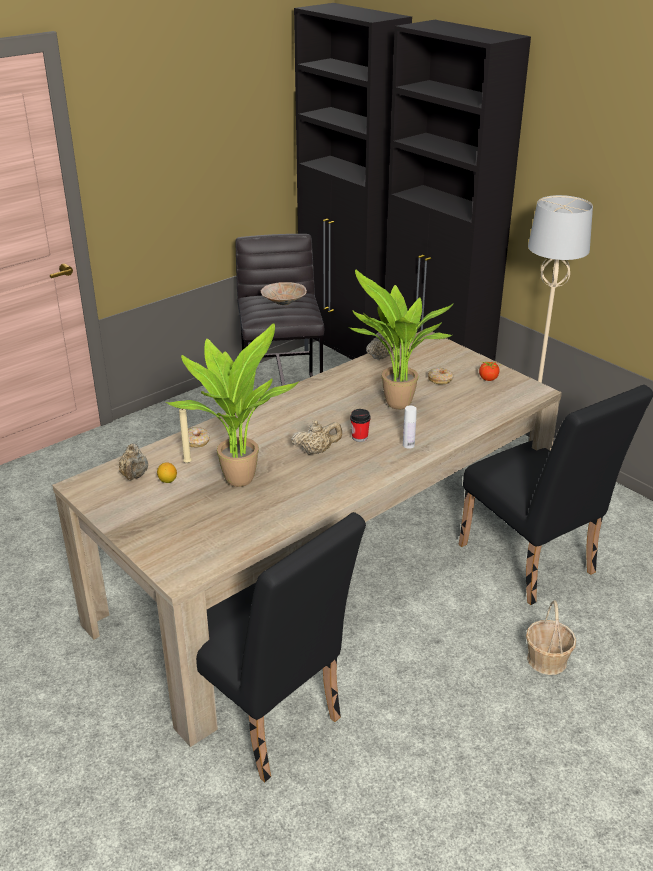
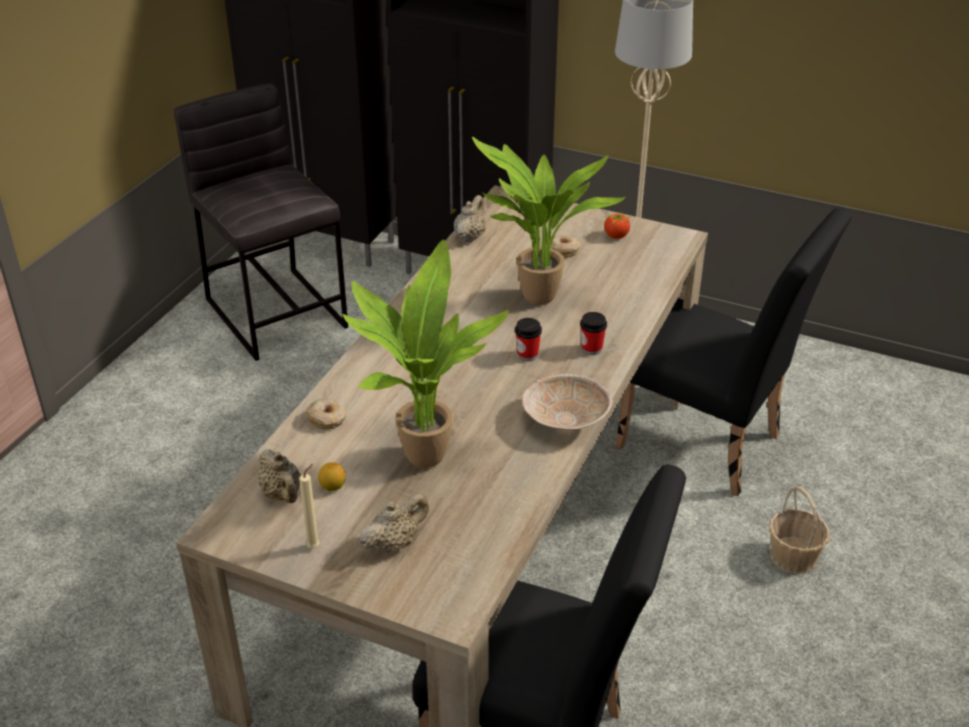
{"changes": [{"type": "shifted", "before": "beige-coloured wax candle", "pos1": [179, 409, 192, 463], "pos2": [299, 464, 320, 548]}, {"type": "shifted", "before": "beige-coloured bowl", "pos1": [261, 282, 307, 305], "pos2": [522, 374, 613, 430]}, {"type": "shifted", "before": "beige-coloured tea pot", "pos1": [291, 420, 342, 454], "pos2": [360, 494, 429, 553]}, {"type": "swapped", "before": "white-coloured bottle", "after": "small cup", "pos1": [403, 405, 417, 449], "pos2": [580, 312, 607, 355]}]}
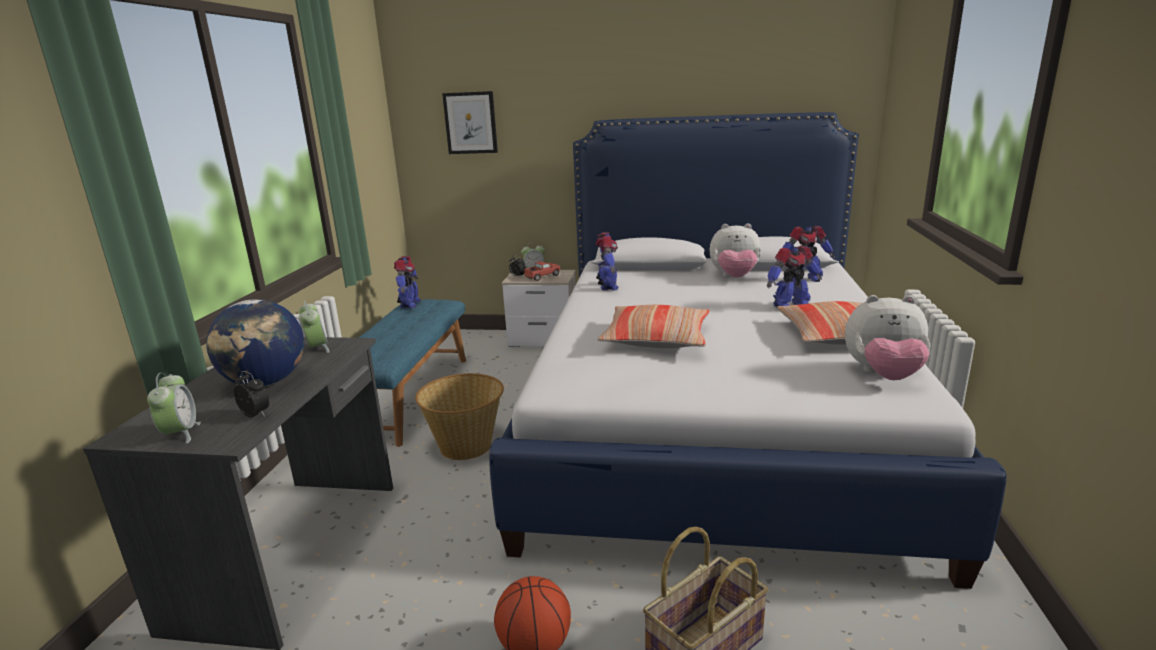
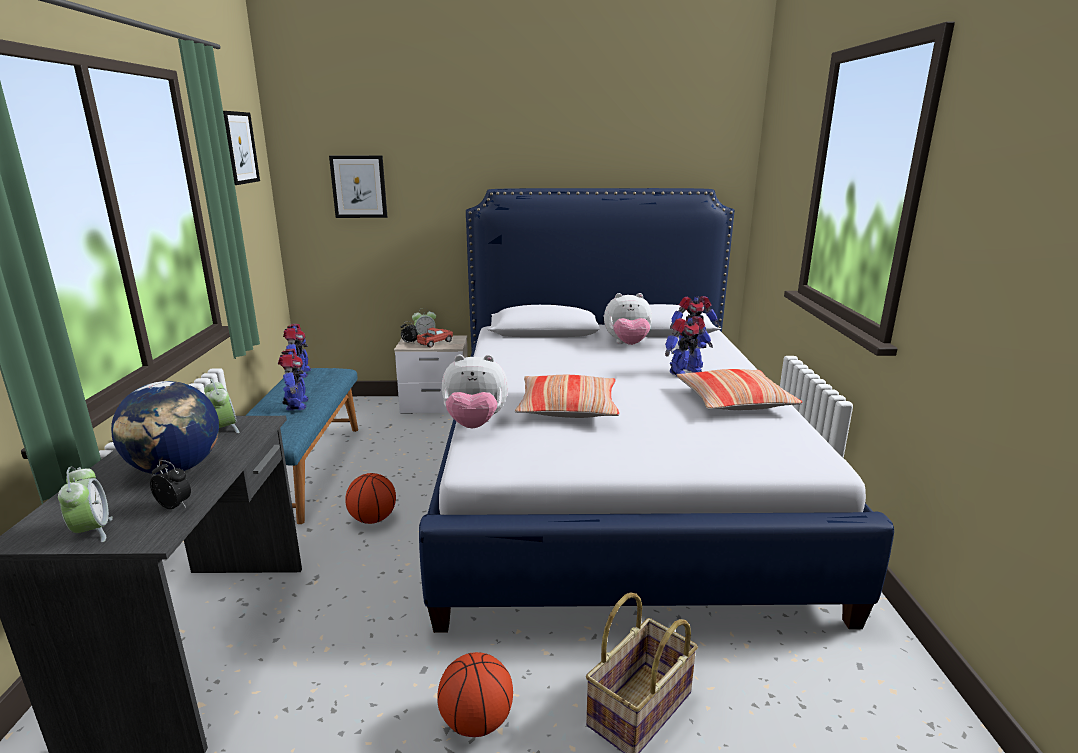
{"changes": [{"type": "swapped", "before": "household basket", "after": "basketball ball", "pos1": [415, 373, 504, 460], "pos2": [345, 473, 396, 524]}, {"type": "shifted", "before": "toy robot", "pos1": [595, 232, 619, 291], "pos2": [278, 349, 308, 411]}, {"type": "shifted", "before": "plush toy", "pos1": [845, 295, 931, 380], "pos2": [442, 355, 508, 428]}, {"type": "new", "after": "wall art", "pos2": [223, 111, 260, 185]}]}
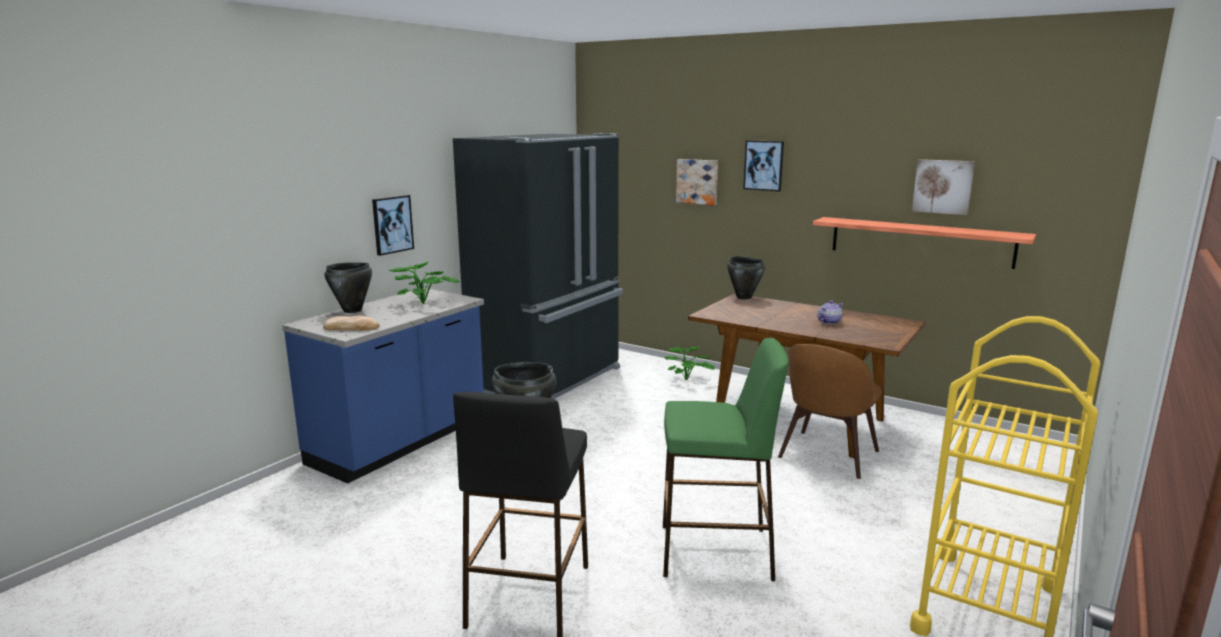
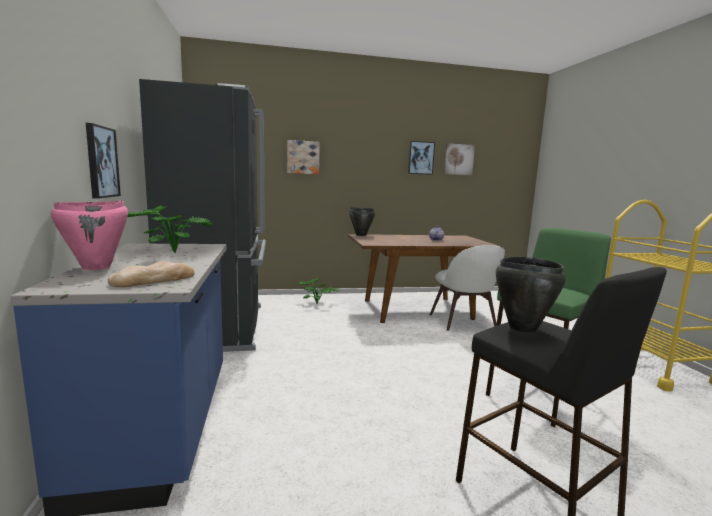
{"changes": [{"type": "repainted", "before": "black saucepot", "after": "pink saucepot", "pos1": [325, 263, 372, 313], "pos2": [51, 200, 128, 270]}, {"type": "shifted", "before": "wall art", "pos1": [743, 140, 784, 191], "pos2": [408, 141, 435, 175]}, {"type": "repainted", "before": "brown-coloured chair", "after": "white-coloured chair", "pos1": [778, 344, 882, 479], "pos2": [430, 245, 505, 331]}, {"type": "gone", "before": "wall shelf", "pos1": [813, 217, 1036, 269]}]}
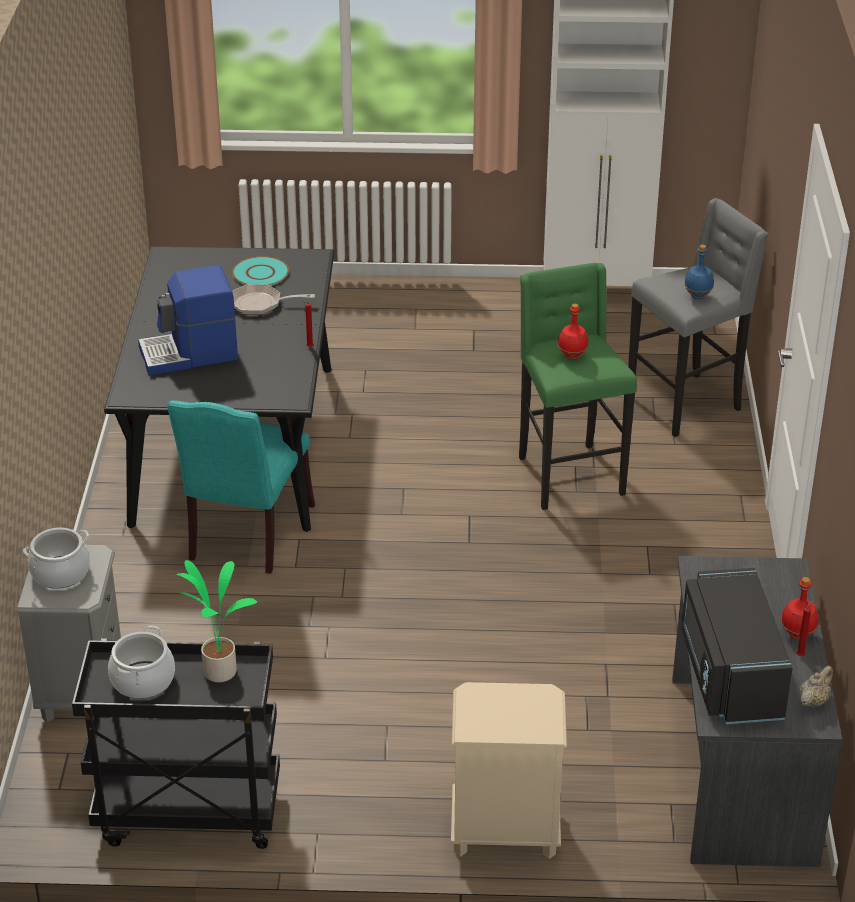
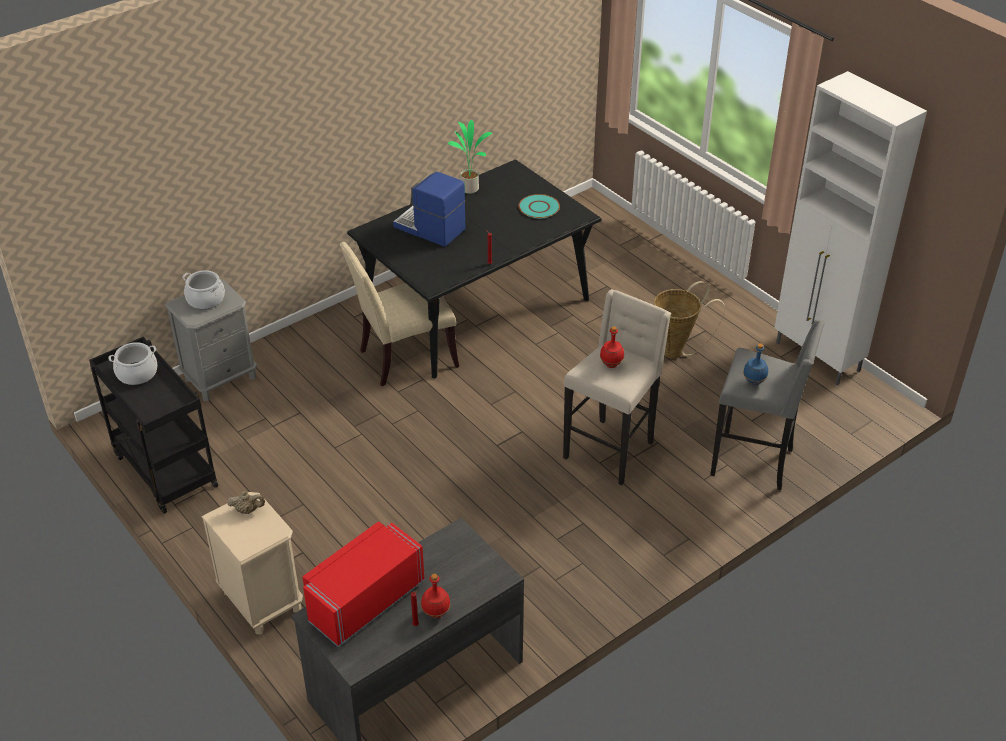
{"changes": [{"type": "repainted", "before": "turquoise-coloured chair", "after": "beige-coloured chair", "pos1": [167, 400, 315, 574], "pos2": [339, 242, 459, 386]}, {"type": "shifted", "before": "plant in a pot", "pos1": [175, 560, 257, 682], "pos2": [448, 120, 492, 194]}, {"type": "gone", "before": "pan", "pos1": [232, 284, 315, 315]}, {"type": "repainted", "before": "green-coloured stool seat", "after": "beige-coloured stool seat", "pos1": [519, 263, 637, 510], "pos2": [563, 289, 671, 485]}, {"type": "repainted", "before": "black microwave oven", "after": "reddish microwave oven", "pos1": [681, 568, 793, 724], "pos2": [302, 522, 425, 647]}, {"type": "shifted", "before": "beige-coloured tea pot", "pos1": [800, 666, 833, 708], "pos2": [227, 491, 265, 514]}, {"type": "new", "after": "household basket", "pos2": [654, 281, 725, 359]}]}
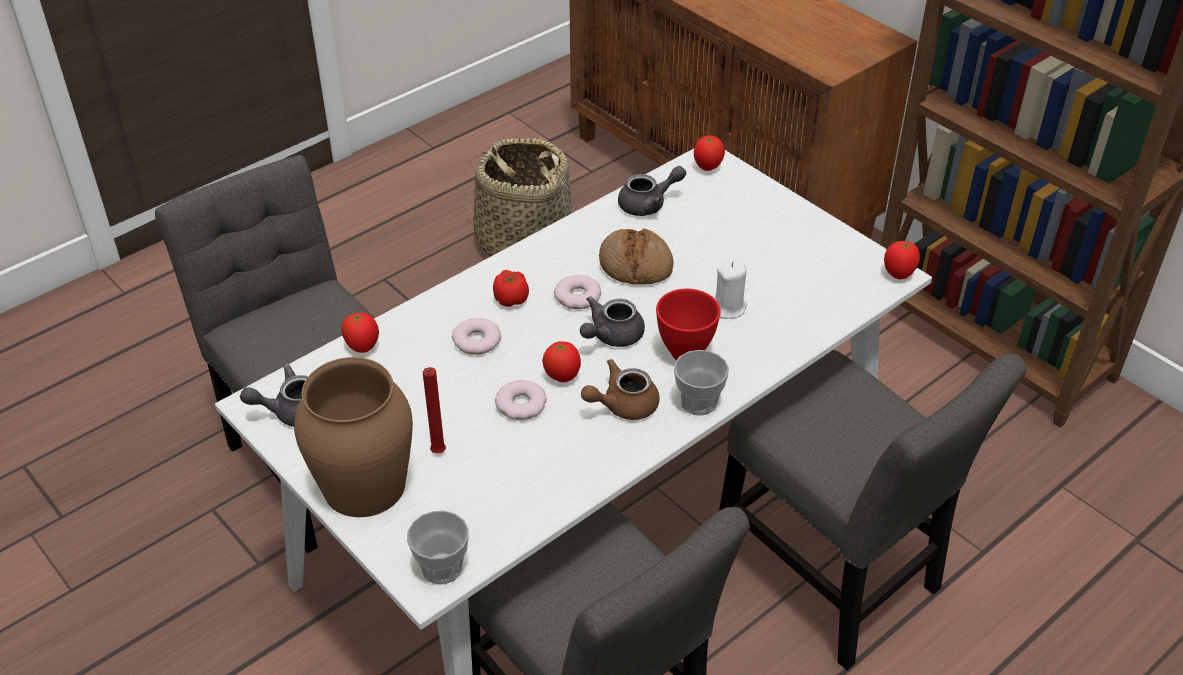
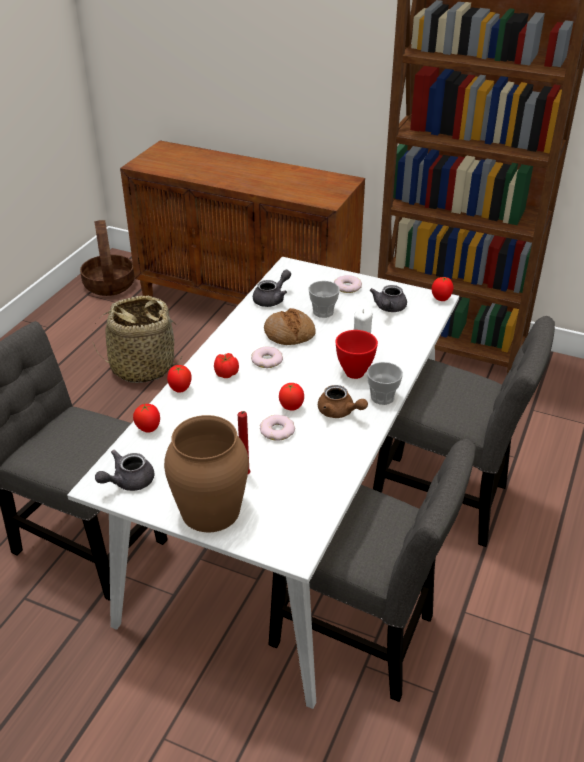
{"changes": [{"type": "shifted", "before": "small cup", "pos1": [407, 510, 469, 585], "pos2": [308, 281, 340, 318]}, {"type": "shifted", "before": "ring doughnut", "pos1": [452, 318, 501, 355], "pos2": [334, 275, 362, 293]}, {"type": "shifted", "before": "grey tea pot", "pos1": [580, 296, 645, 347], "pos2": [370, 285, 407, 312]}, {"type": "rotated", "before": "brown-coloured tea pot", "pos1": [581, 359, 660, 420], "pos2": [318, 385, 368, 418], "turn": -90}, {"type": "shifted", "before": "tomato", "pos1": [694, 135, 725, 171], "pos2": [167, 365, 192, 393]}, {"type": "new", "after": "household basket", "pos2": [80, 220, 135, 296]}]}
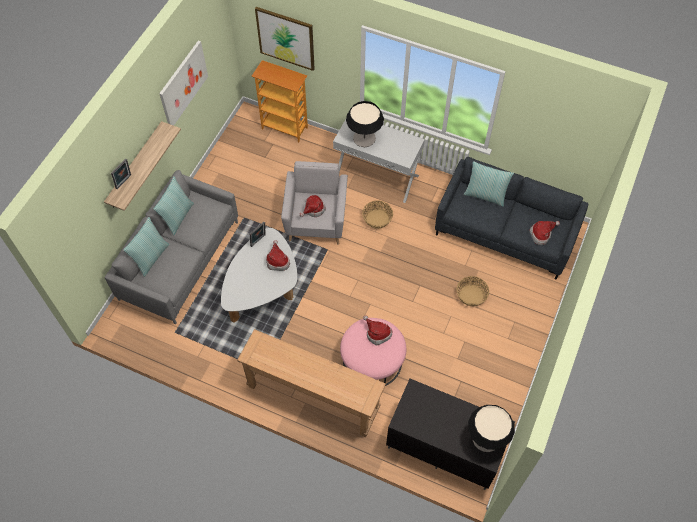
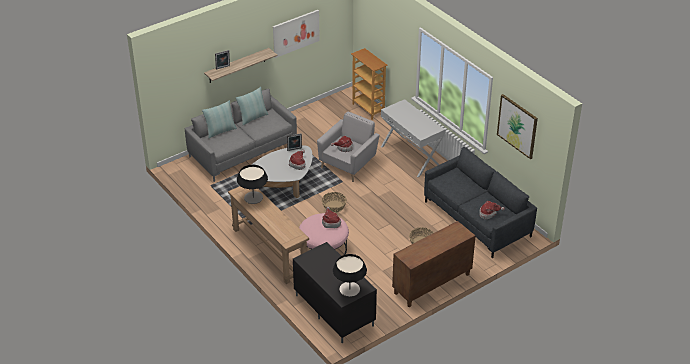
{"changes": [{"type": "shifted", "before": "wall art", "pos1": [255, 7, 315, 71], "pos2": [497, 94, 538, 159]}, {"type": "shifted", "before": "table lamp", "pos1": [346, 101, 384, 147], "pos2": [237, 165, 268, 204]}, {"type": "shifted", "before": "household basket", "pos1": [362, 201, 393, 229], "pos2": [322, 192, 347, 213]}, {"type": "gone", "before": "pillow", "pos1": [464, 161, 514, 207]}, {"type": "new", "after": "brown-coloured cabinet", "pos2": [392, 221, 476, 307]}]}
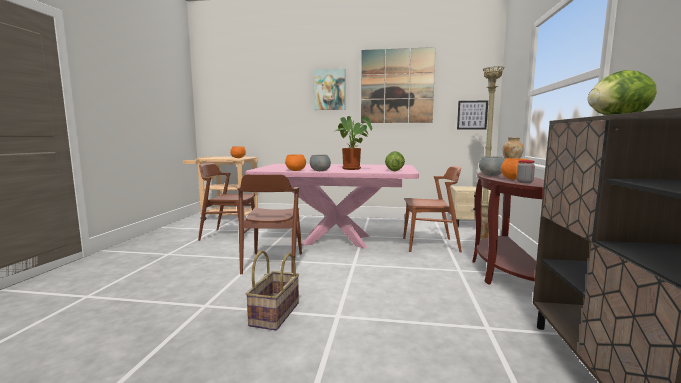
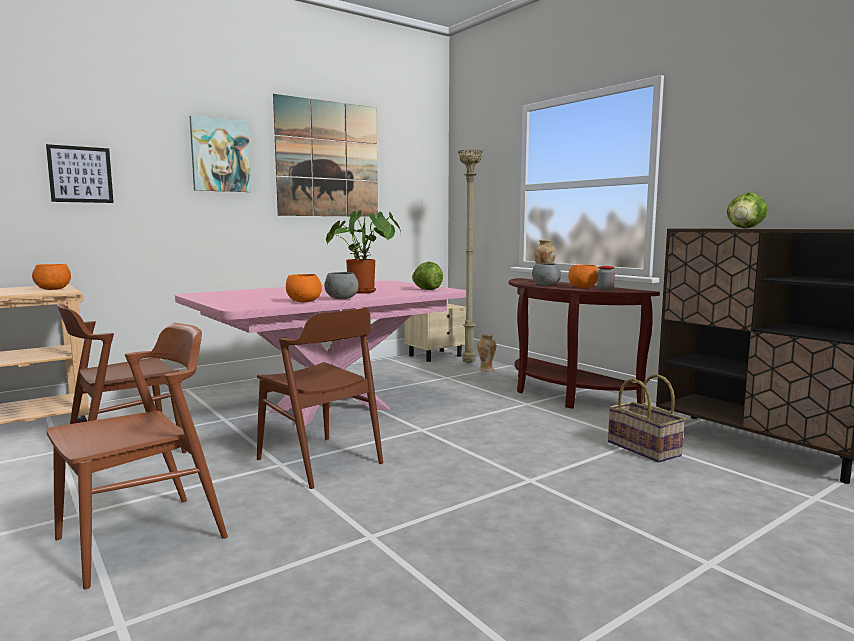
{"changes": [{"type": "shifted", "before": "household basket", "pos1": [246, 250, 299, 331], "pos2": [608, 374, 686, 462]}, {"type": "shifted", "before": "brown-coloured chair", "pos1": [403, 166, 462, 253], "pos2": [47, 323, 228, 589]}, {"type": "shifted", "before": "wall art", "pos1": [457, 100, 488, 130], "pos2": [46, 144, 114, 203]}]}
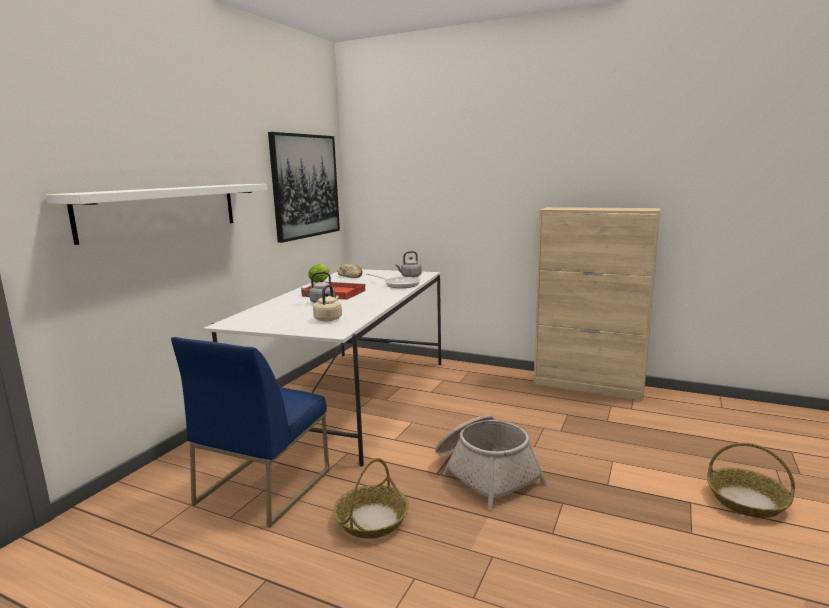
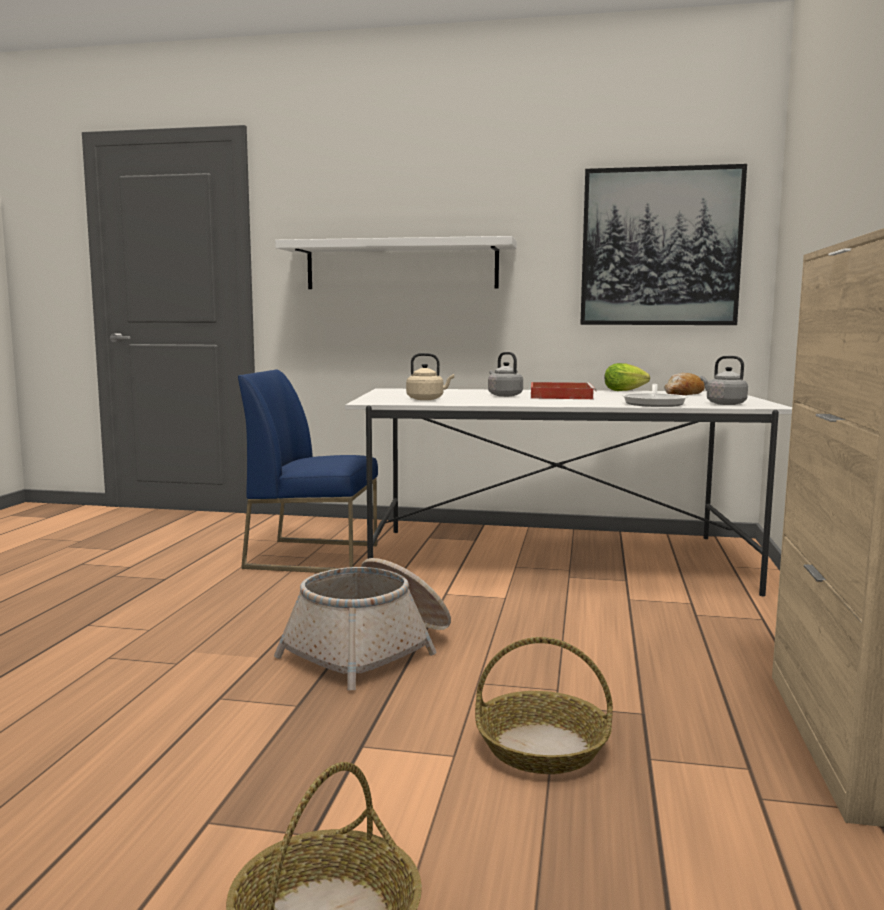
{"changes": [{"type": "shifted", "before": "household basket", "pos1": [333, 458, 409, 539], "pos2": [475, 637, 613, 774]}]}
